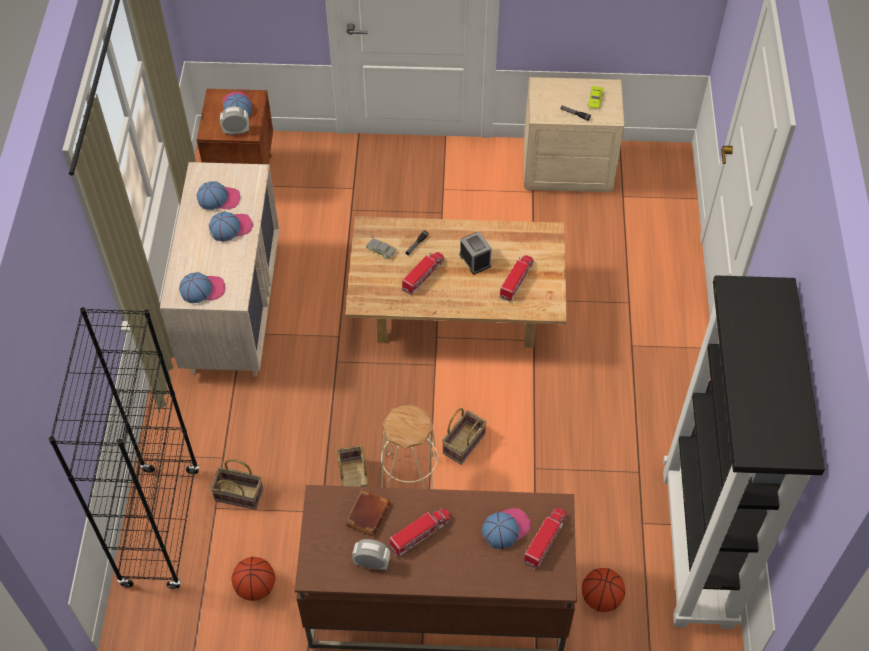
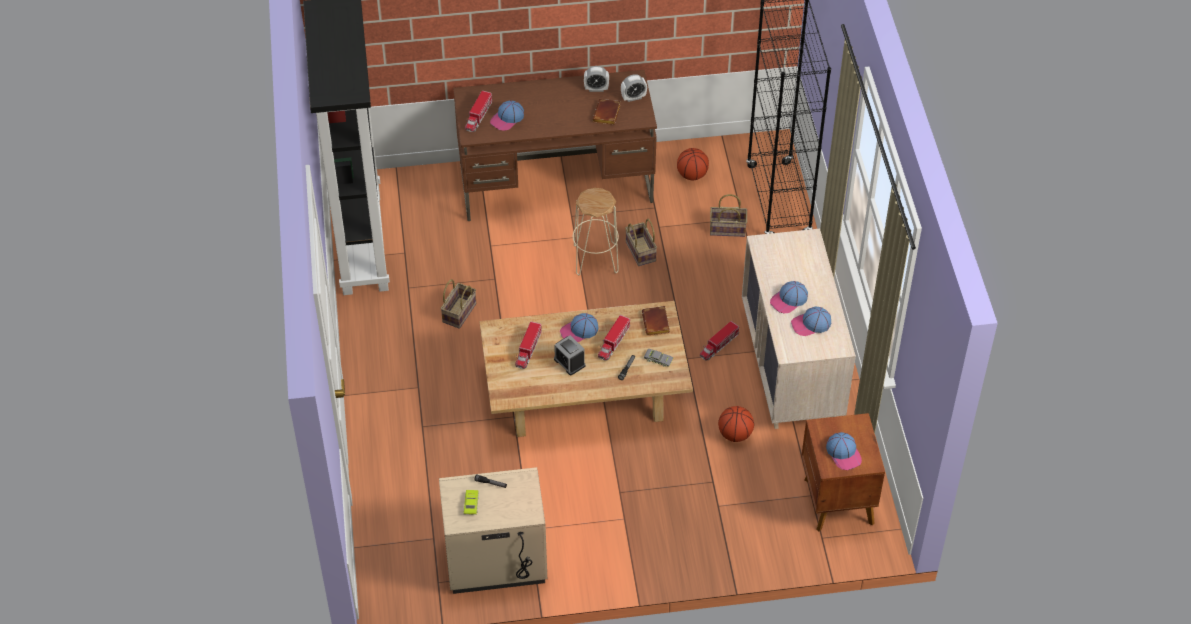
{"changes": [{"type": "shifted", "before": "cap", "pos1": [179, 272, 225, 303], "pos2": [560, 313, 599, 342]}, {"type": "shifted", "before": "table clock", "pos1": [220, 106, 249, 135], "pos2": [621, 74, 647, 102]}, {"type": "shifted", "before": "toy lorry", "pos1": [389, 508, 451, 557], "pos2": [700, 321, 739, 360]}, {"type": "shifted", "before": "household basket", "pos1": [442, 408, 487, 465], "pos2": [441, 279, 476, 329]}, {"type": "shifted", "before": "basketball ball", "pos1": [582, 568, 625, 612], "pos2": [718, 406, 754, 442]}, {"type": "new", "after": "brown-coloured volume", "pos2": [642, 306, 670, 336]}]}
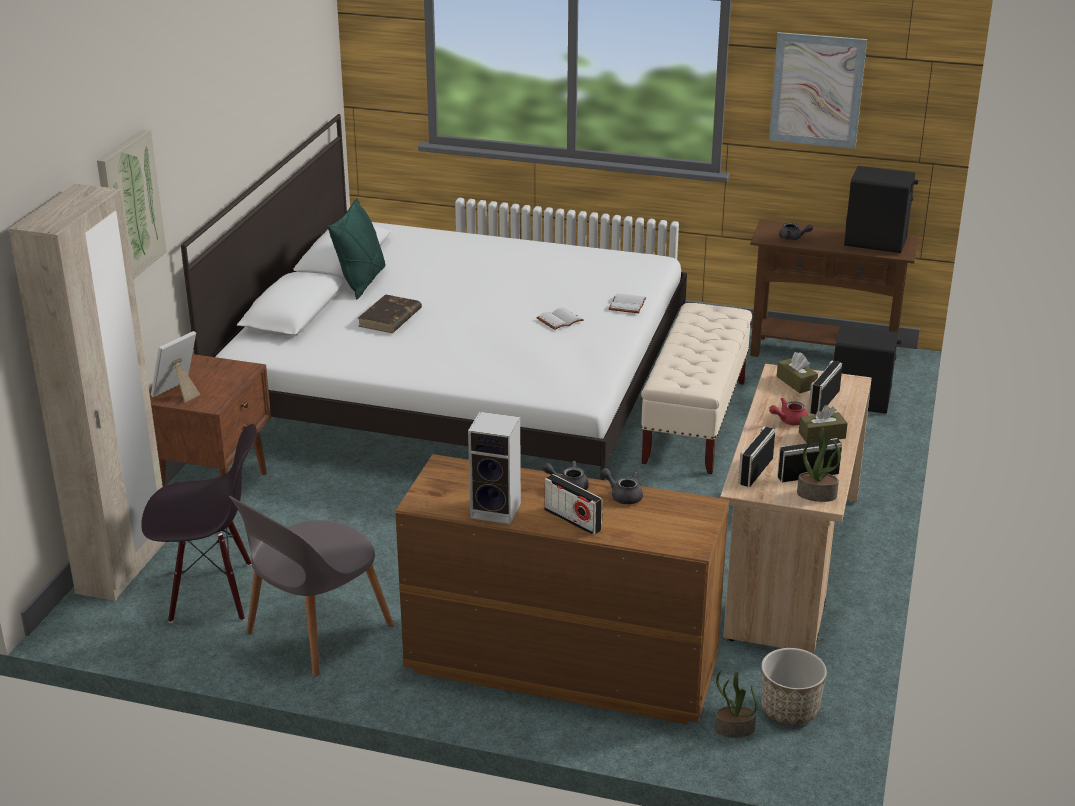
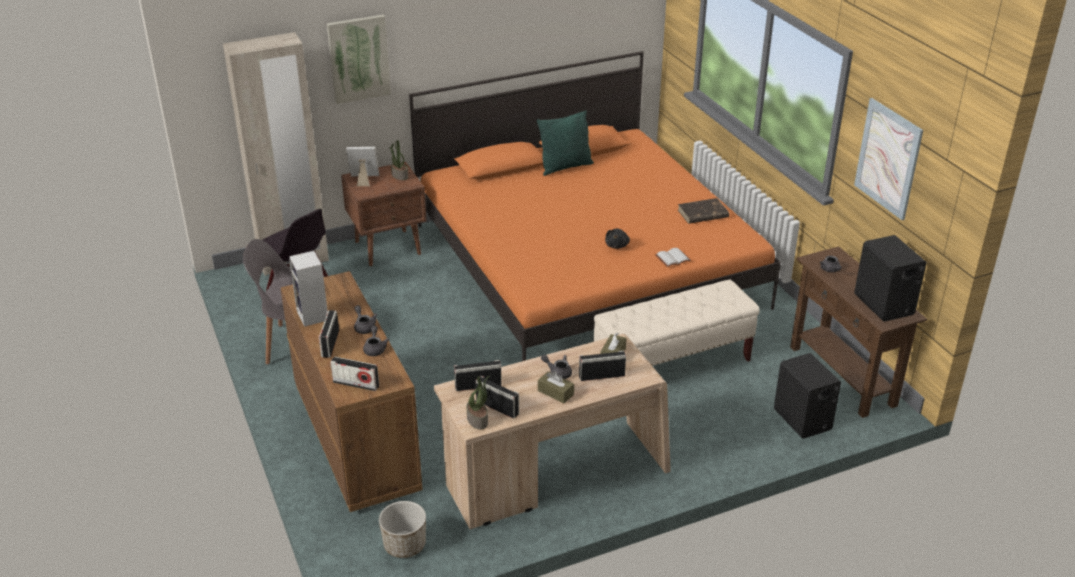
{"changes": [{"type": "repainted", "before": "white-coloured bedroom bed", "after": "orange-coloured bedroom bed", "pos1": [181, 114, 687, 481], "pos2": [409, 51, 781, 361]}, {"type": "shifted", "before": "brown-coloured volume", "pos1": [358, 294, 422, 333], "pos2": [678, 198, 729, 224]}, {"type": "swapped", "before": "white-coloured volume", "after": "black plush toy", "pos1": [537, 307, 584, 330], "pos2": [605, 228, 630, 249]}, {"type": "shifted", "before": "plant in a pot", "pos1": [714, 671, 758, 738], "pos2": [389, 140, 408, 180]}, {"type": "repainted", "before": "reddish tea pot", "after": "grey tea pot", "pos1": [769, 398, 808, 426], "pos2": [541, 354, 572, 379]}, {"type": "new", "after": "radio", "pos2": [330, 356, 379, 391]}]}
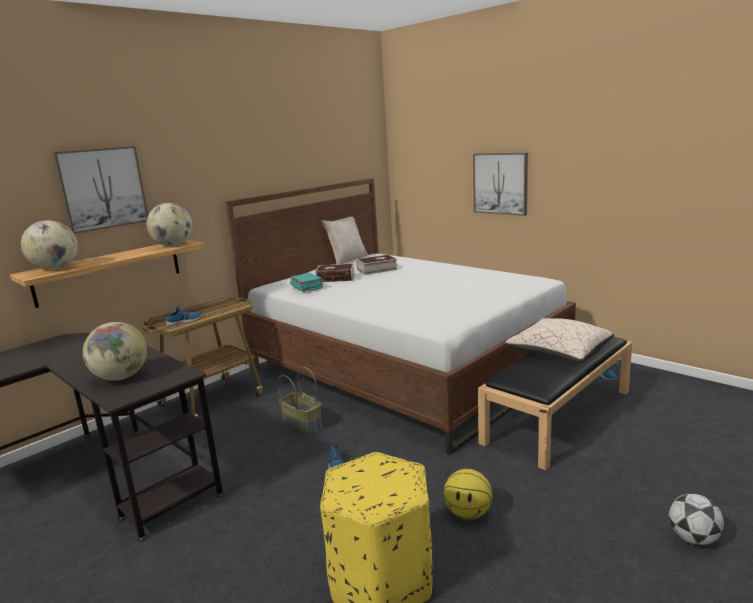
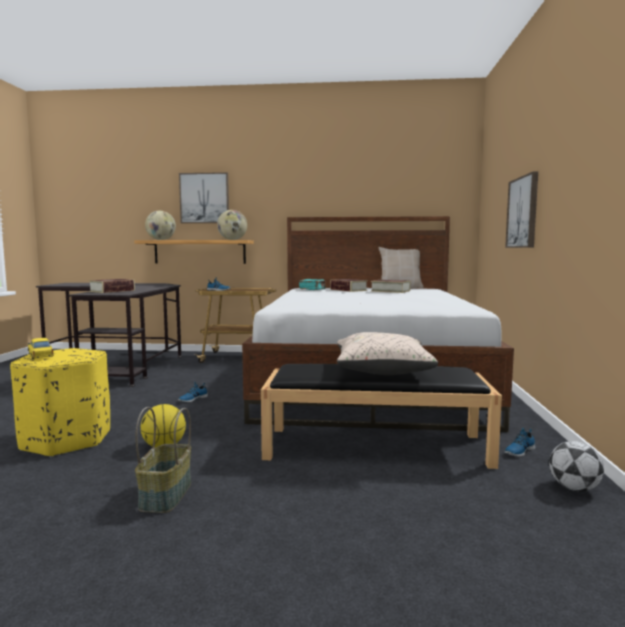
{"changes": [{"type": "swapped", "before": "globe", "after": "volume", "pos1": [83, 322, 147, 381], "pos2": [89, 279, 135, 293]}, {"type": "shifted", "before": "household basket", "pos1": [278, 366, 323, 436], "pos2": [135, 407, 191, 513]}, {"type": "shifted", "before": "football", "pos1": [669, 493, 724, 545], "pos2": [549, 441, 604, 491]}, {"type": "new", "after": "yellow-coloured miniature car", "pos2": [28, 338, 54, 359]}]}
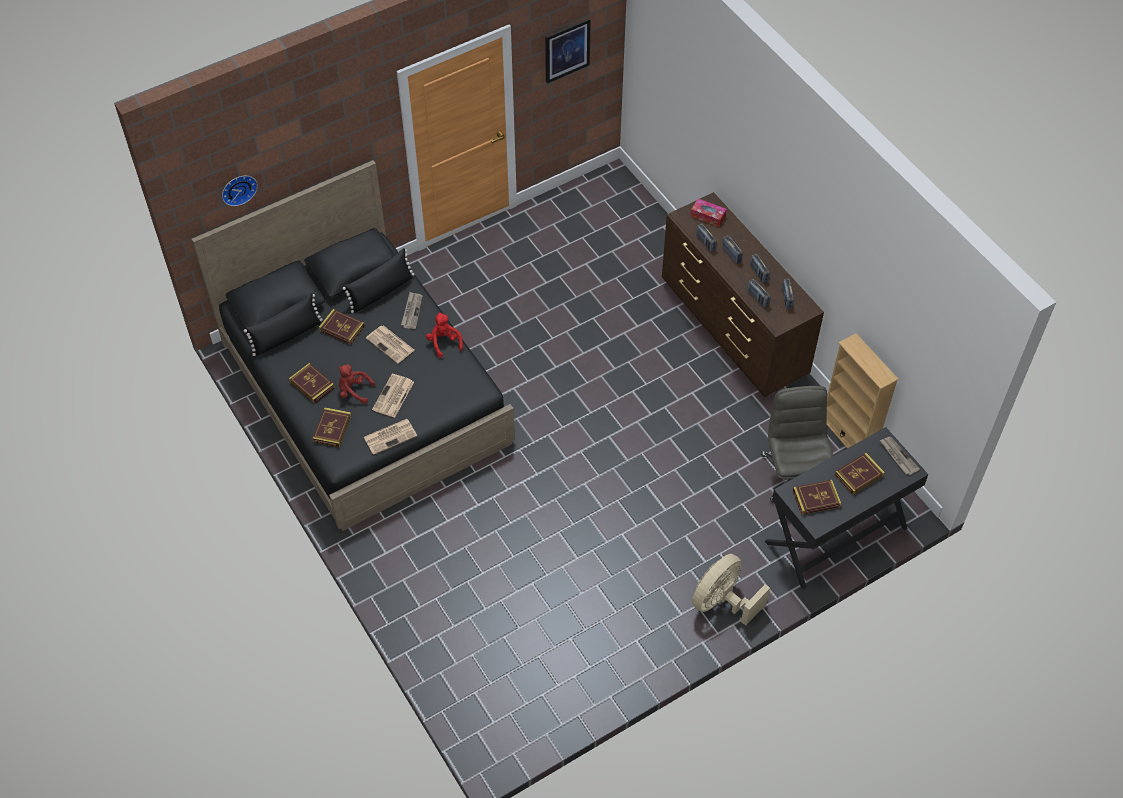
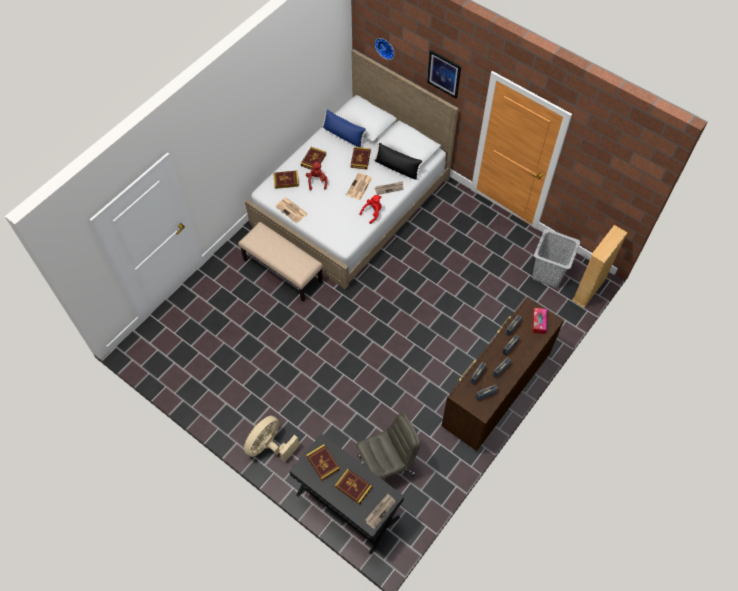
{"changes": [{"type": "repainted", "before": "black bedroom bed", "after": "white-coloured bedroom bed", "pos1": [192, 160, 515, 531], "pos2": [245, 49, 459, 289]}, {"type": "repainted", "before": "black pillow", "after": "bluish pillow", "pos1": [244, 293, 323, 356], "pos2": [322, 109, 367, 148]}, {"type": "gone", "before": "daily paper", "pos1": [372, 374, 414, 418]}, {"type": "shifted", "before": "wall art", "pos1": [545, 18, 591, 84], "pos2": [427, 50, 461, 99]}, {"type": "rotated", "before": "beige-coloured cooling fan", "pos1": [692, 554, 770, 626], "pos2": [244, 416, 299, 462], "turn": -75}, {"type": "shifted", "before": "beige-coloured bookshelf", "pos1": [827, 333, 899, 448], "pos2": [572, 225, 628, 308]}, {"type": "new", "after": "beige-coloured indoor bench", "pos2": [238, 222, 323, 302]}, {"type": "new", "after": "grey laundry basket", "pos2": [532, 229, 580, 288]}]}
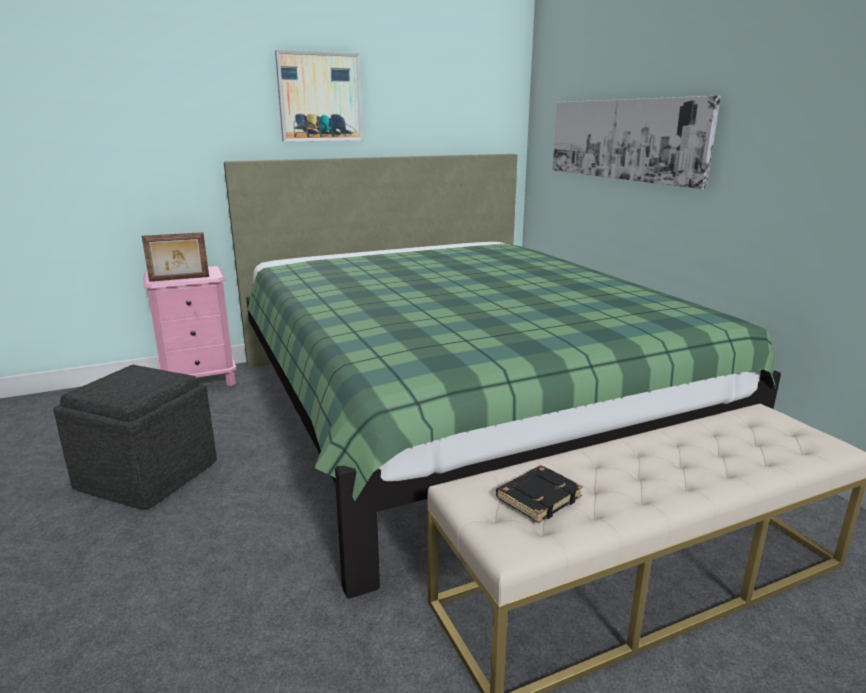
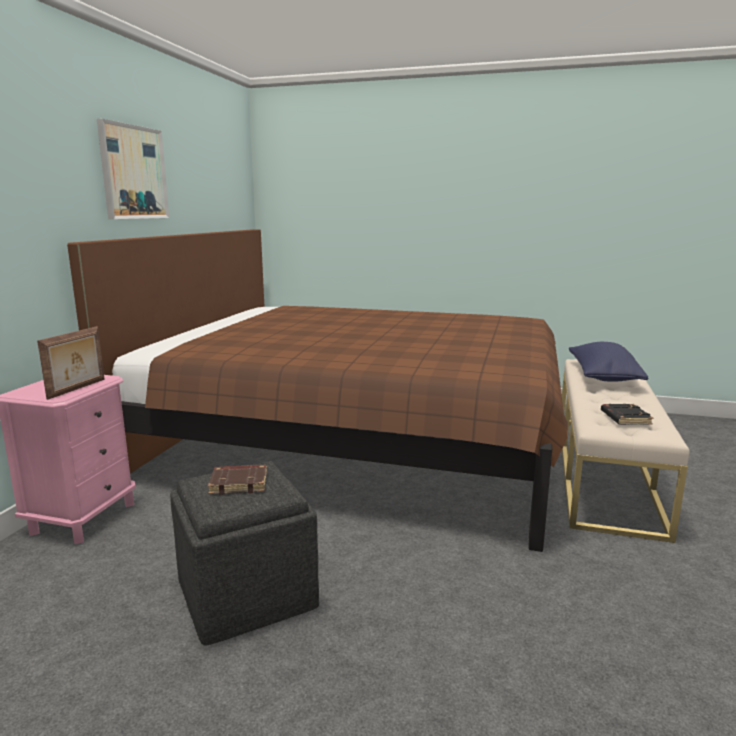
{"changes": [{"type": "repainted", "before": "green-coloured bedroom bed", "after": "brown-coloured bedroom bed", "pos1": [224, 154, 781, 599], "pos2": [67, 229, 568, 552]}, {"type": "gone", "before": "wall art", "pos1": [553, 96, 721, 189]}, {"type": "new", "after": "brown-coloured volume", "pos2": [208, 465, 267, 495]}, {"type": "new", "after": "bluish pillow", "pos2": [569, 342, 648, 382]}]}
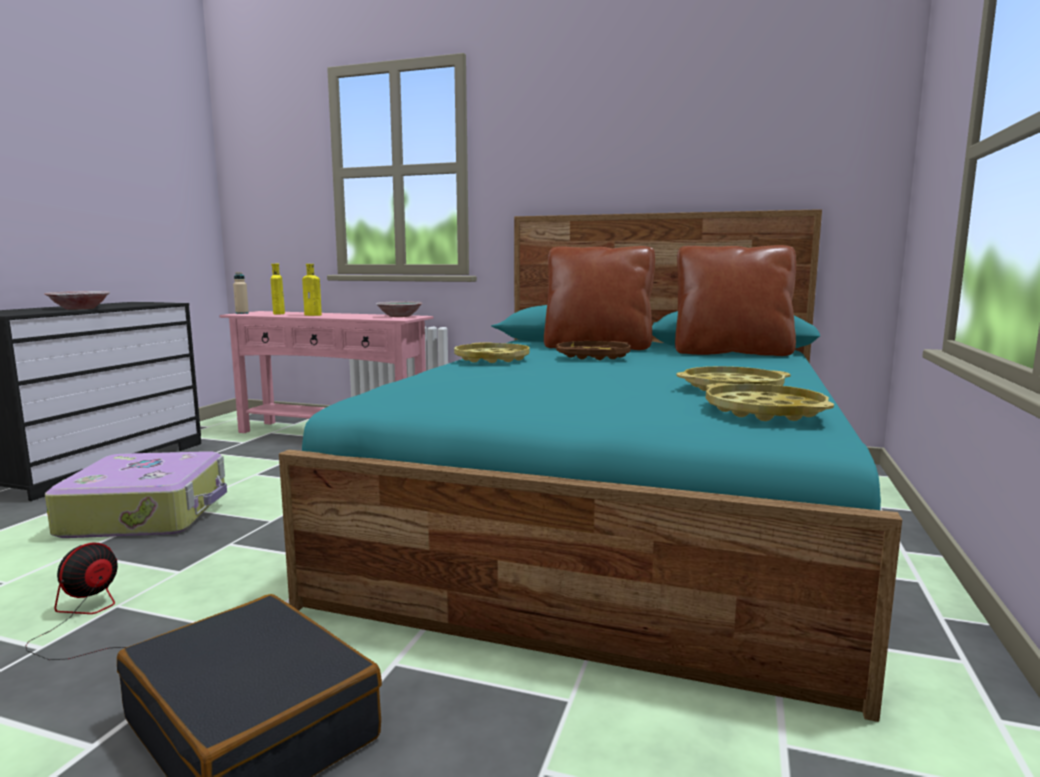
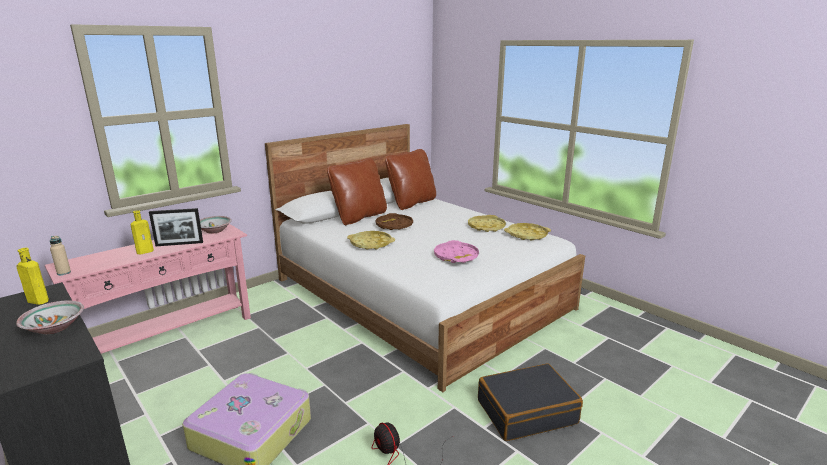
{"changes": [{"type": "shifted", "before": "yellow-coloured bottle", "pos1": [271, 264, 285, 314], "pos2": [16, 248, 49, 305]}, {"type": "repainted", "before": "turquoise-coloured bedroom bed", "after": "white-coloured bedroom bed", "pos1": [279, 209, 902, 722], "pos2": [265, 124, 585, 392]}, {"type": "new", "after": "photo frame", "pos2": [149, 208, 203, 246]}, {"type": "new", "after": "pink tray", "pos2": [434, 240, 479, 263]}]}
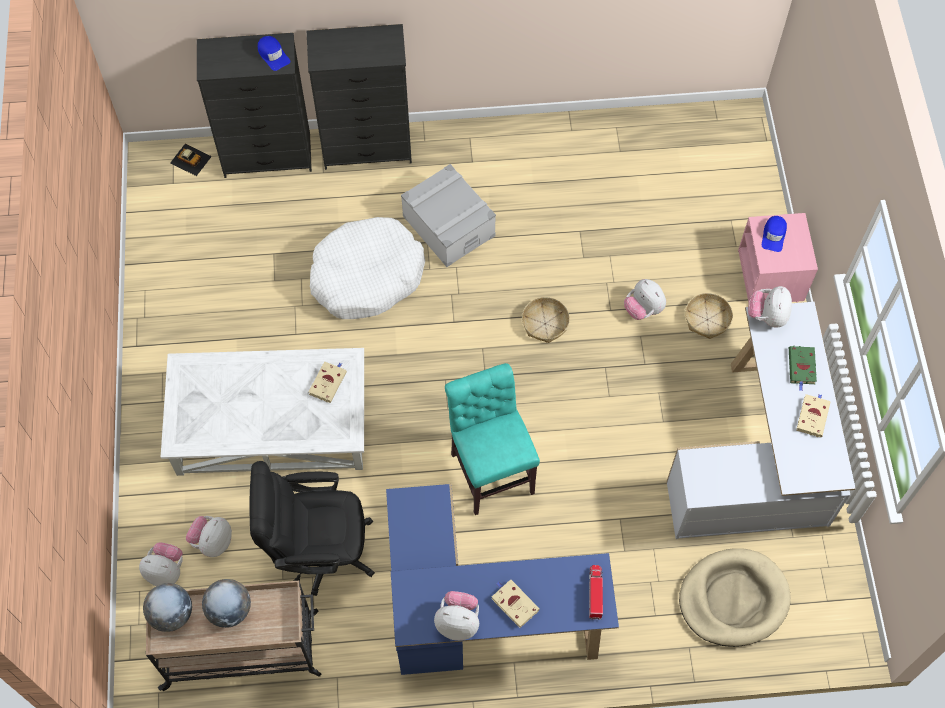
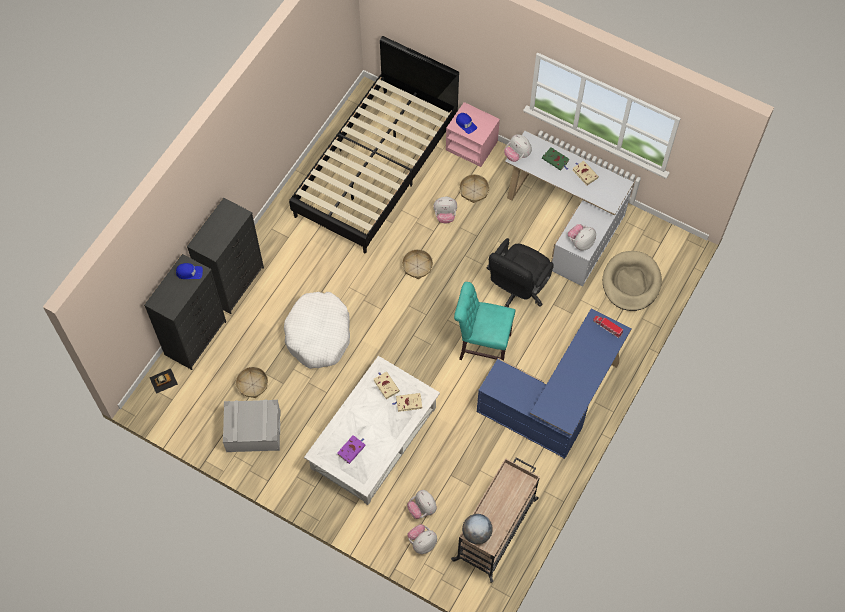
{"changes": [{"type": "gone", "before": "globe", "pos1": [202, 579, 251, 628]}, {"type": "shifted", "before": "black computer chair", "pos1": [250, 461, 375, 596], "pos2": [487, 238, 554, 307]}, {"type": "shifted", "before": "grey storage box", "pos1": [401, 164, 496, 267], "pos2": [223, 400, 280, 452]}, {"type": "shifted", "before": "plush toy", "pos1": [434, 591, 479, 641], "pos2": [568, 224, 596, 251]}, {"type": "shifted", "before": "beige-coloured volume", "pos1": [492, 580, 540, 628], "pos2": [392, 393, 422, 412]}, {"type": "new", "after": "household basket", "pos2": [236, 367, 268, 398]}, {"type": "new", "after": "black bedroom bed", "pos2": [289, 36, 459, 253]}, {"type": "new", "after": "purple volume", "pos2": [337, 435, 366, 464]}]}
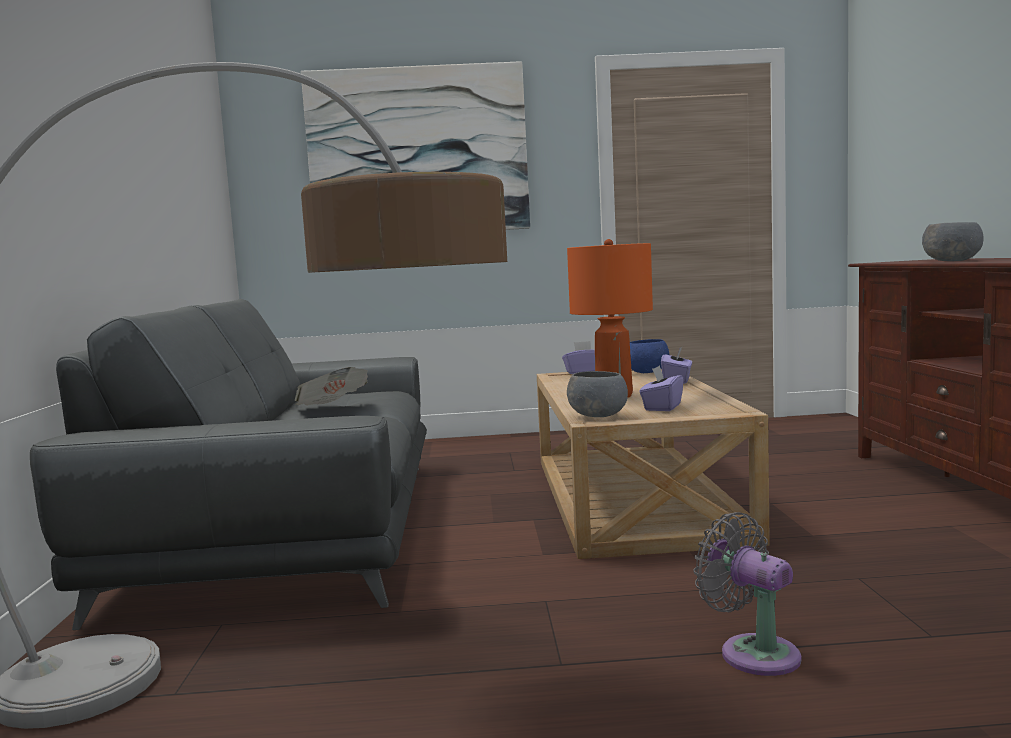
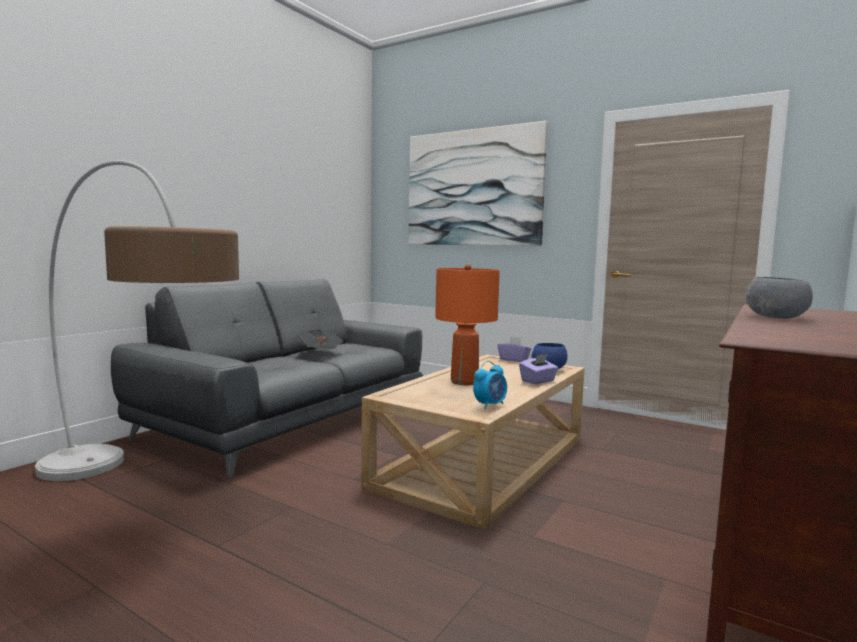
{"changes": [{"type": "gone", "before": "grey bowl", "pos1": [567, 371, 628, 417]}, {"type": "gone", "before": "purple tissue box", "pos1": [640, 365, 684, 411]}, {"type": "gone", "before": "grey cooling fan", "pos1": [693, 512, 801, 676]}, {"type": "new", "after": "table clock", "pos2": [473, 361, 507, 409]}]}
